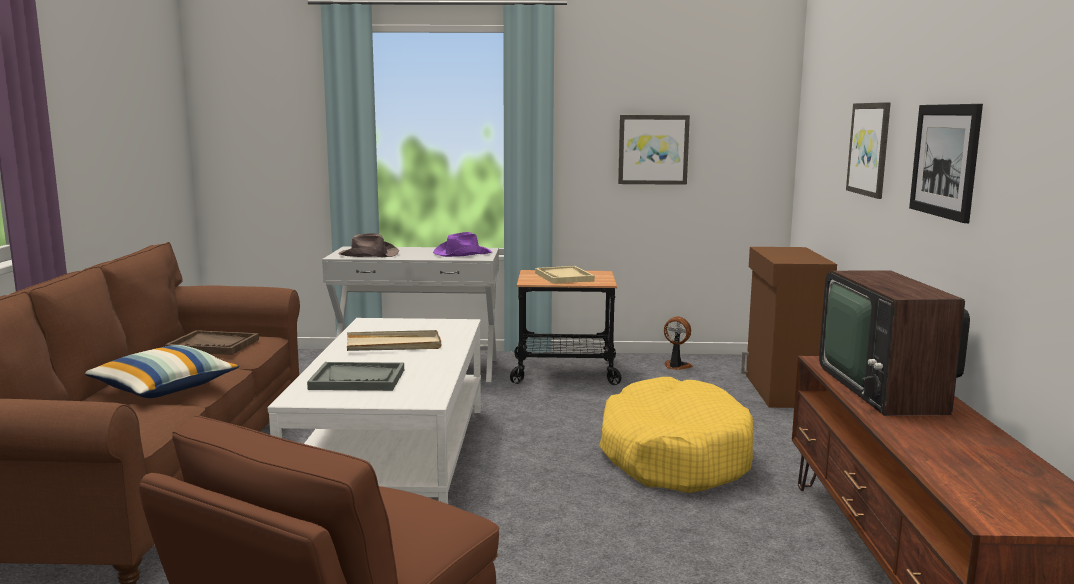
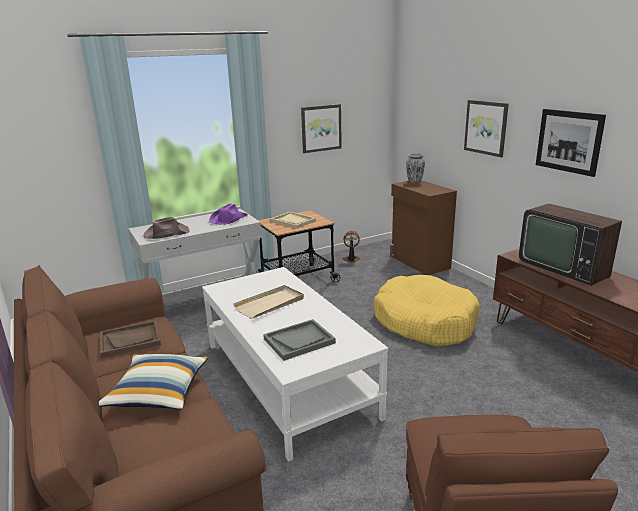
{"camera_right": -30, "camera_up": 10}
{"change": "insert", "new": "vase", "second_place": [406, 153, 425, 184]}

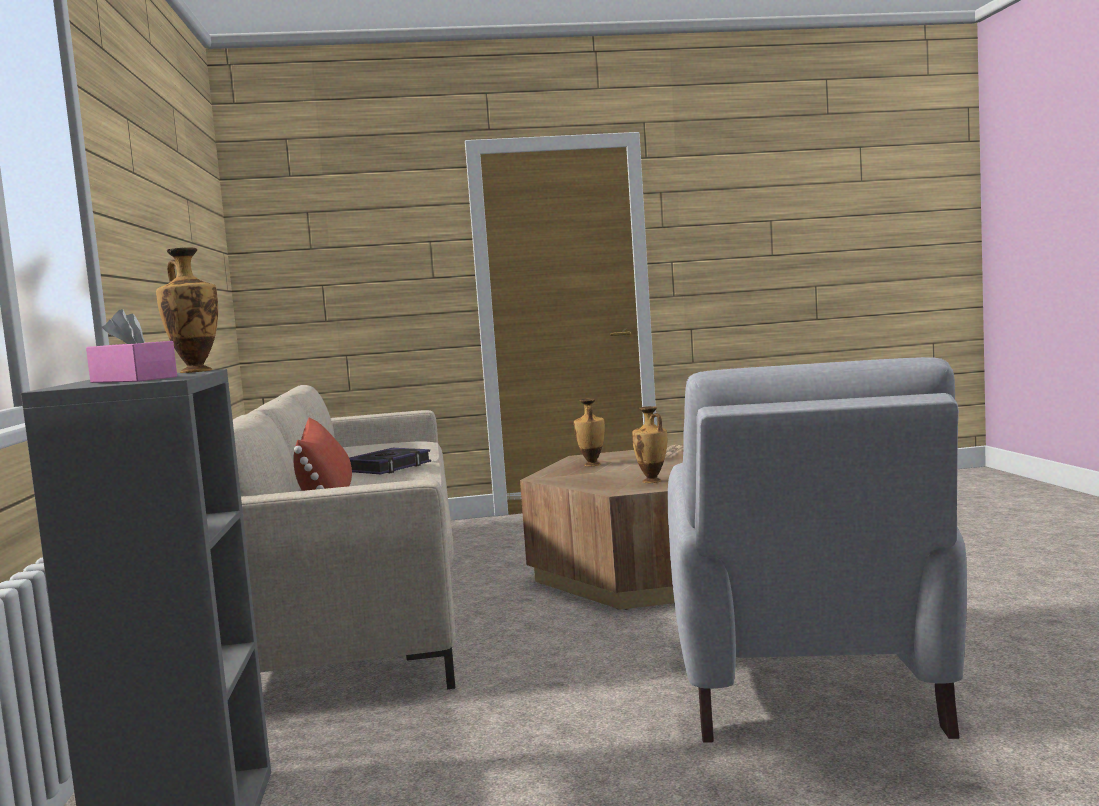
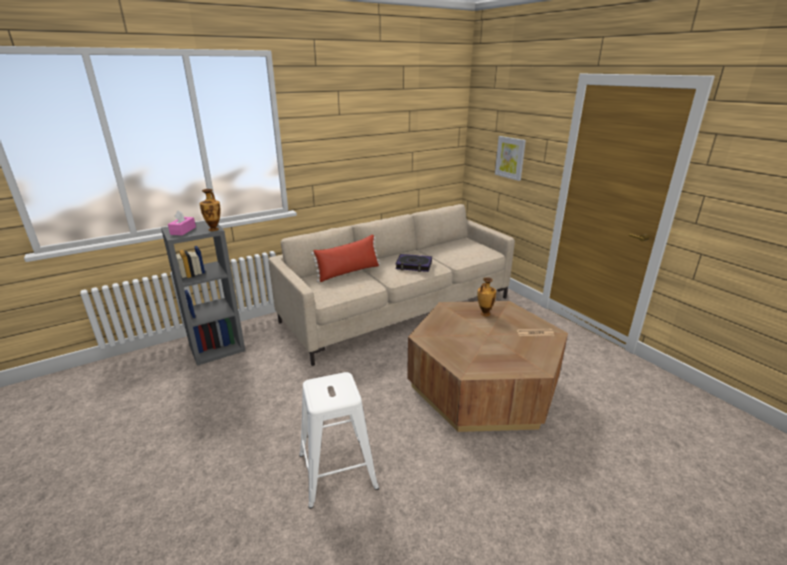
{"camera_right": 65, "camera_up": 20}
{"change": "delete", "old": "vase", "first_place": [632, 406, 667, 483]}
{"change": "insert", "new": "tableau", "second_place": [495, 136, 526, 181]}
{"change": "replace", "old": "fauteuil/gris", "new": "tabouret/blanc", "first_place": [668, 357, 967, 743], "second_place": [299, 372, 379, 509]}

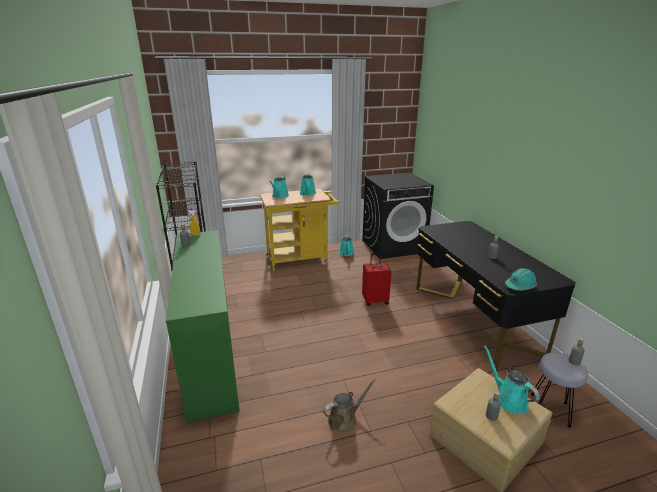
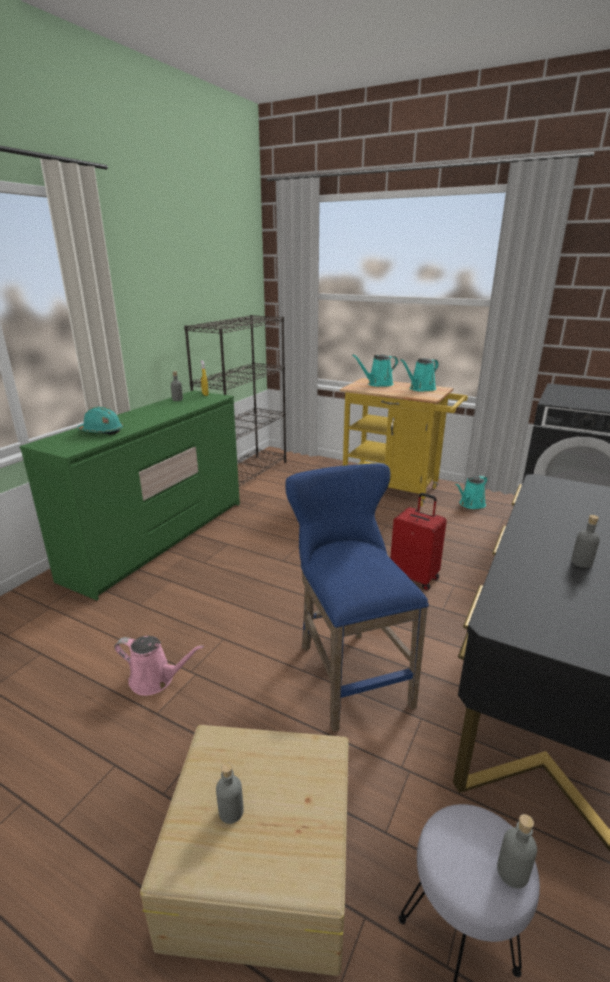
{"camera_right": 45, "camera_up": 0}
{"change": "delete", "old": "arrosoir/turquoise", "first_place": [484, 346, 540, 414]}
{"change": "insert", "new": "tabouret/bleu", "second_place": [285, 463, 429, 732]}
{"change": "move", "old": "casque de chantier/turquoise", "first_place": [505, 268, 537, 291], "second_place": [77, 407, 123, 435]}
{"change": "recolor", "old": "arrosoir/marron", "new": "arrosoir/rose", "first_place": [323, 378, 377, 432], "second_place": [114, 636, 204, 696]}

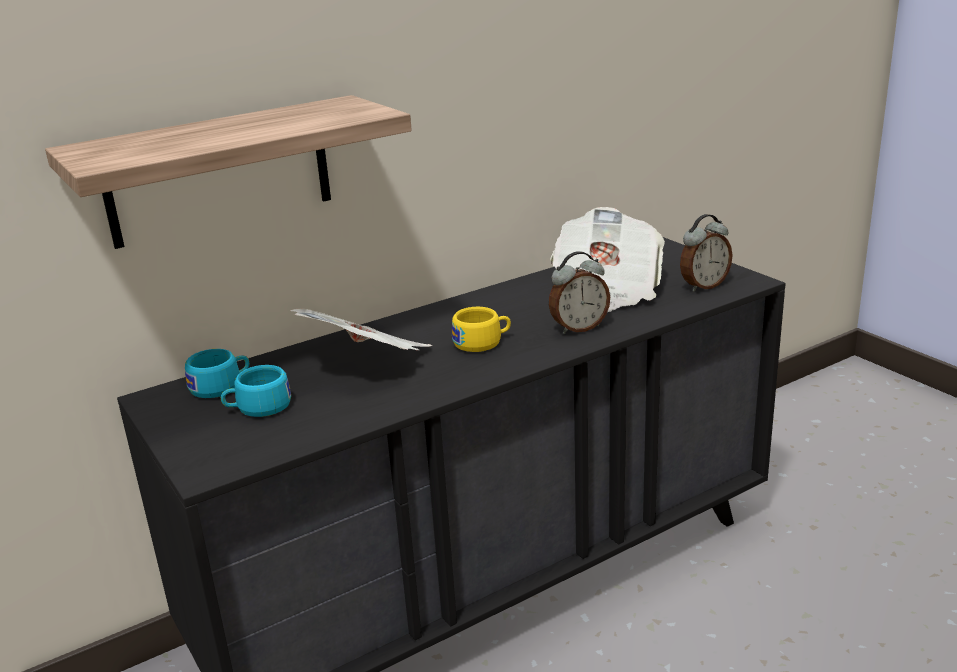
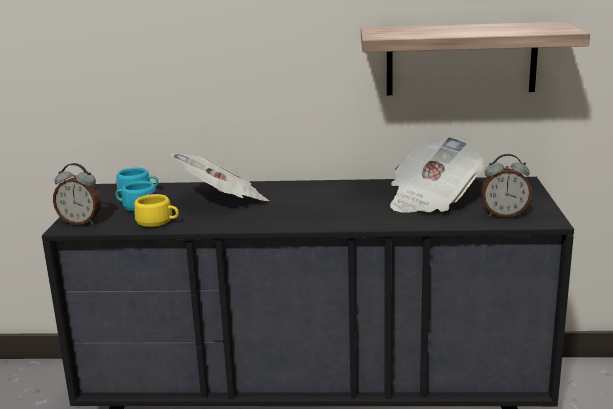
{"camera_right": 35, "camera_up": -5}
{"change": "move", "old": "étagère", "first_place": [45, 95, 412, 249], "second_place": [361, 22, 590, 95]}
{"change": "move", "old": "tasse/jaune", "first_place": [452, 307, 511, 352], "second_place": [134, 194, 179, 227]}
{"change": "move", "old": "réveil", "first_place": [549, 251, 610, 334], "second_place": [53, 163, 101, 225]}

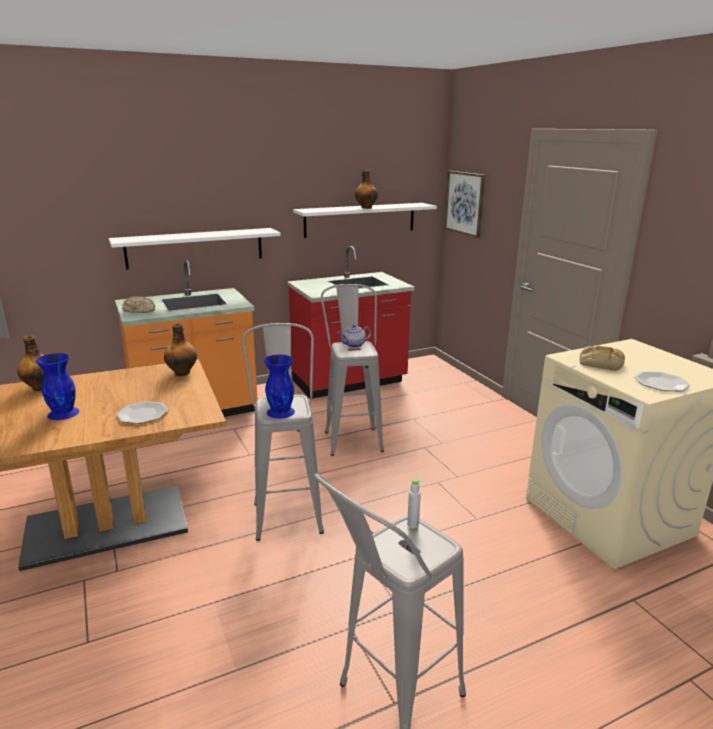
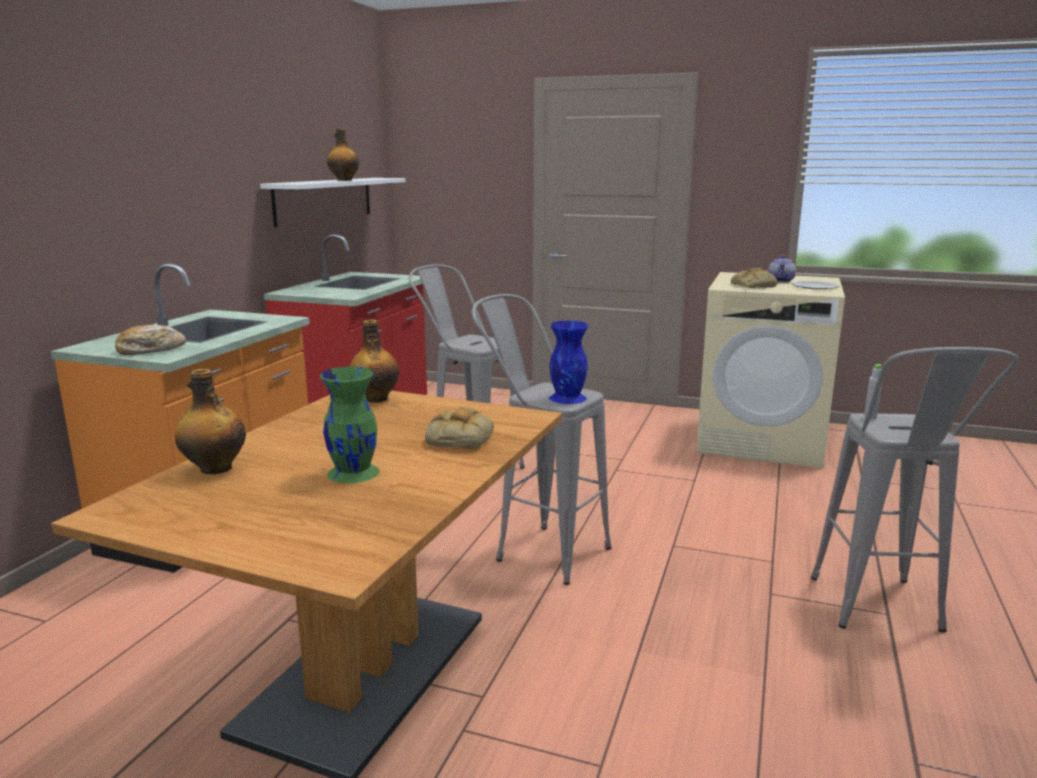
{"camera_right": -45, "camera_up": -5}
{"change": "delete", "old": "étagère/blanc", "first_place": [109, 228, 281, 270]}
{"change": "delete", "old": "tableau", "first_place": [444, 171, 485, 238]}
{"change": "move", "old": "théière", "first_place": [337, 324, 371, 348], "second_place": [768, 255, 796, 283]}
{"change": "replace", "old": "assiette", "new": "pain", "first_place": [116, 401, 168, 424], "second_place": [425, 407, 494, 450]}
{"change": "recolor", "old": "vase/bleu", "new": "vase/vert", "first_place": [36, 353, 79, 420], "second_place": [320, 366, 379, 483]}

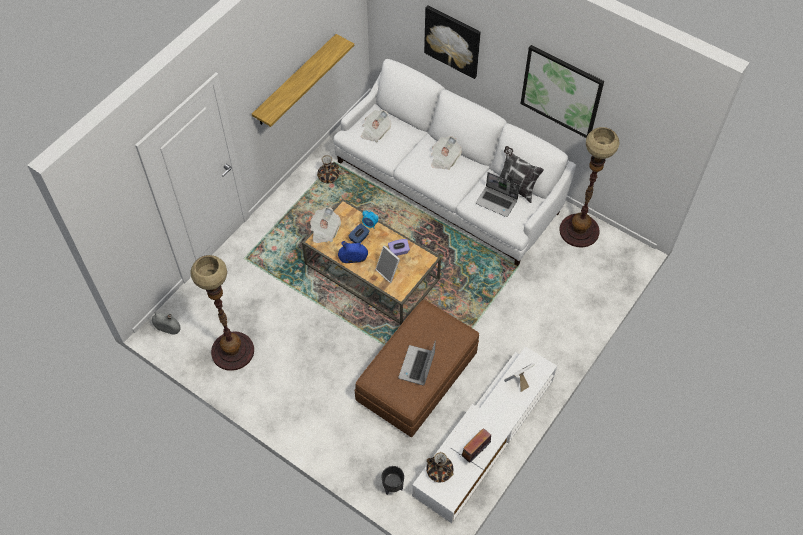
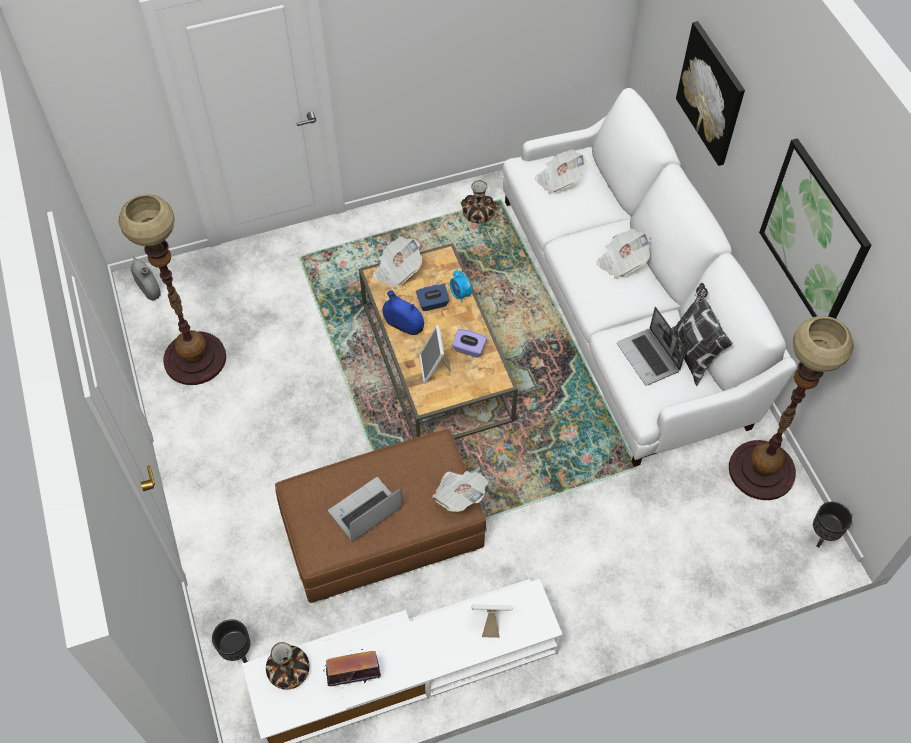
{"camera_right": 35, "camera_up": 0}
{"change": "delete", "old": "étagère", "first_place": [252, 34, 354, 127]}
{"change": "insert", "new": "journal", "second_place": [432, 471, 488, 512]}
{"change": "insert", "new": "cache-pot/noir", "second_place": [813, 502, 852, 547]}

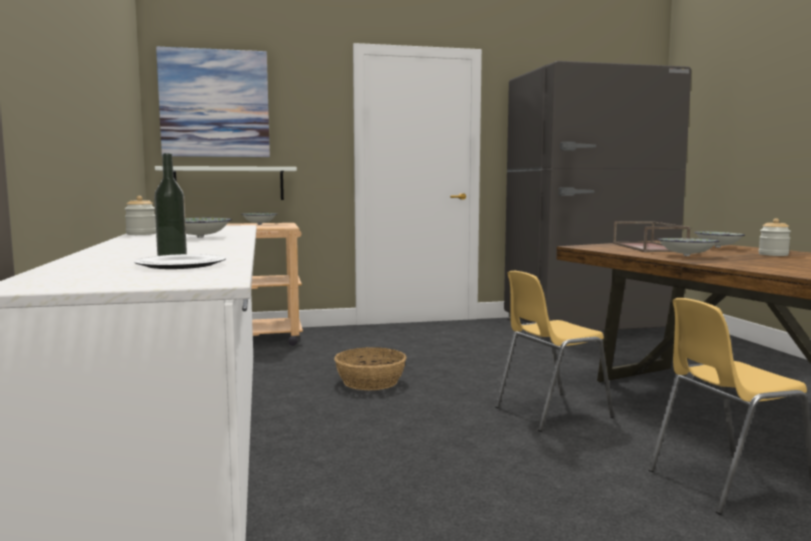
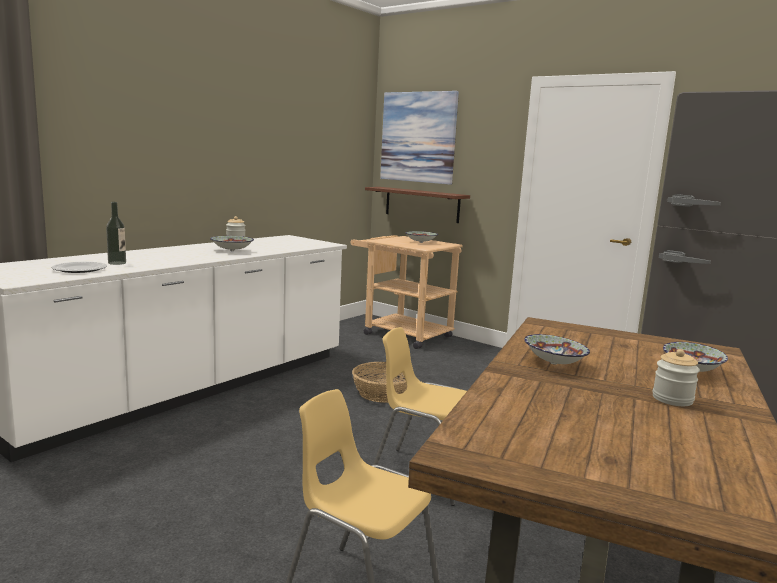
{"camera_right": 50, "camera_up": 5}
{"change": "delete", "old": "plateau/marron", "first_place": [613, 222, 690, 252]}
{"change": "recolor", "old": "étagère/blanc", "new": "étagère/marron", "first_place": [155, 166, 297, 200], "second_place": [365, 187, 470, 223]}

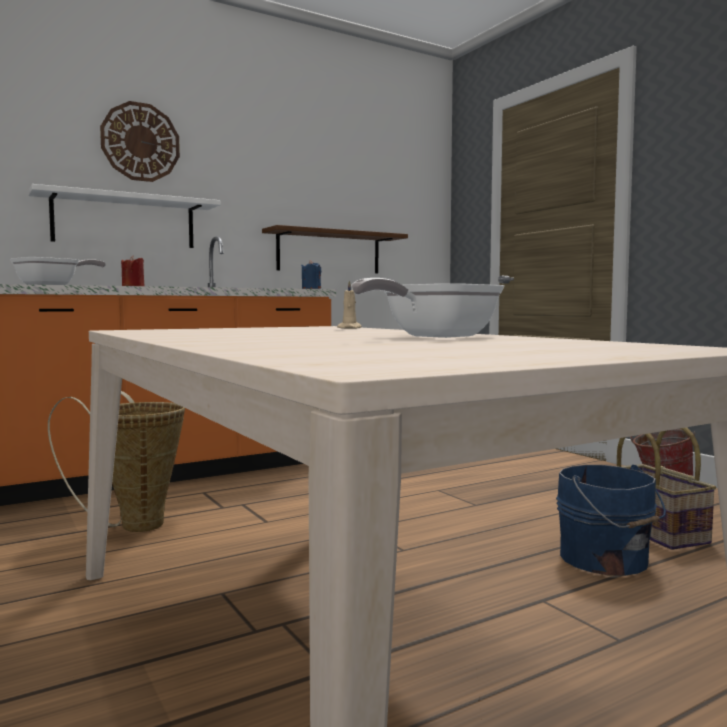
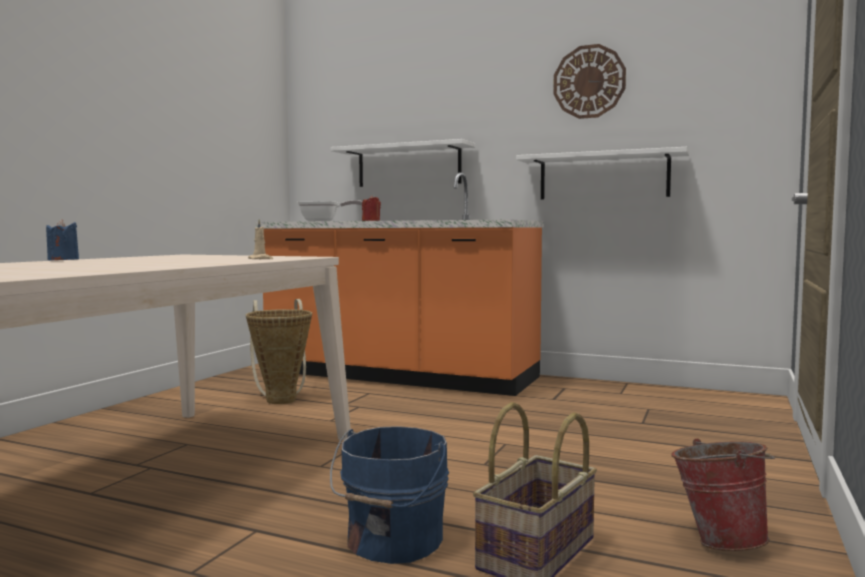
{"camera_right": 55, "camera_up": 0}
{"change": "delete", "old": "poêle", "first_place": [351, 278, 504, 338]}
{"change": "move", "old": "horloge murale", "first_place": [100, 101, 180, 182], "second_place": [553, 44, 626, 119]}
{"change": "move", "old": "bougie/bleu", "first_place": [301, 260, 321, 289], "second_place": [46, 219, 79, 260]}
{"change": "recolor", "old": "étagère/marron", "new": "étagère/blanc", "first_place": [262, 225, 408, 273], "second_place": [516, 147, 689, 199]}

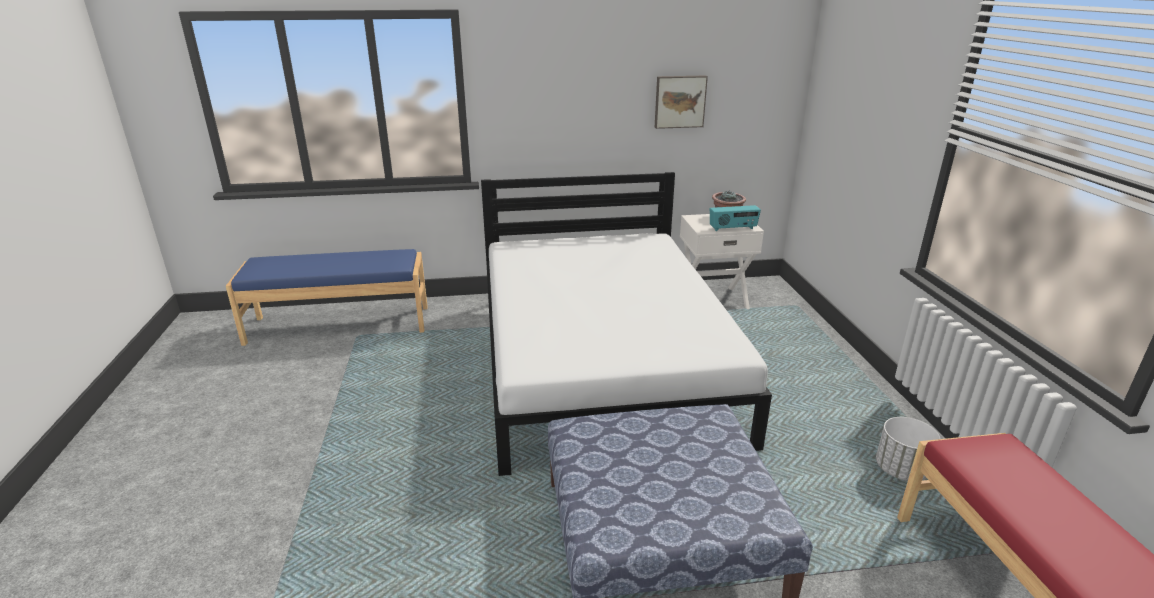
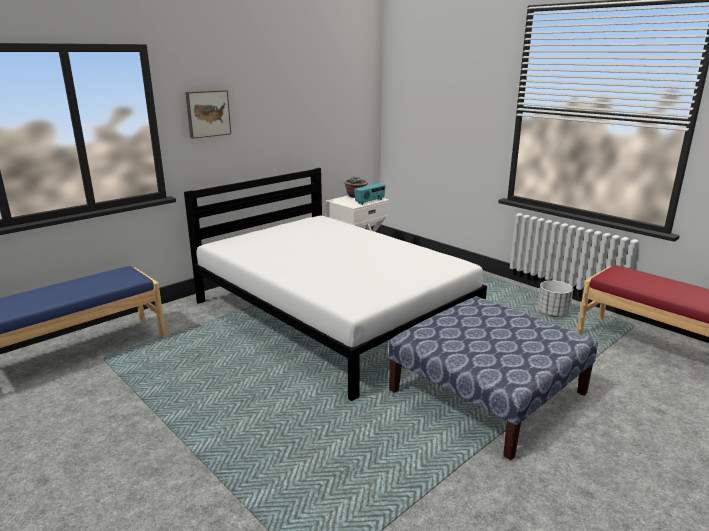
{"camera_right": -35, "camera_up": -5}
{"change": "move", "old": "tableau", "first_place": [655, 75, 708, 129], "second_place": [185, 90, 231, 138]}

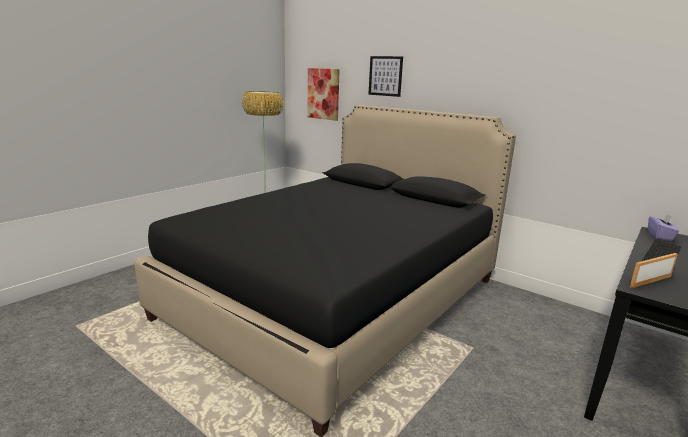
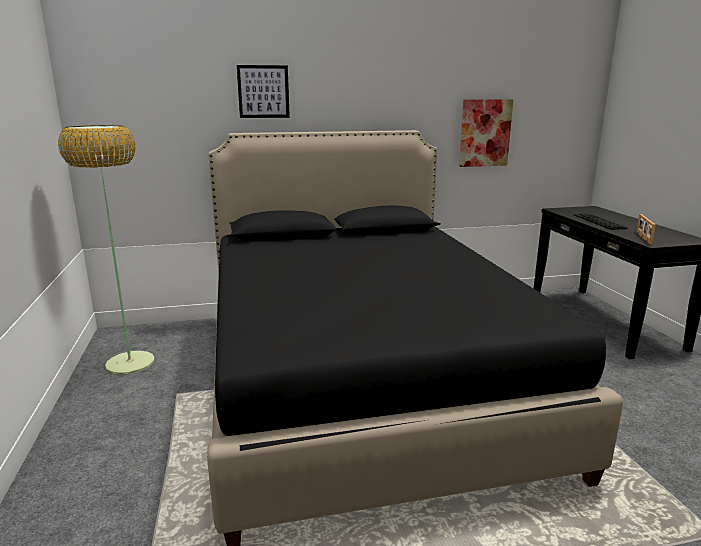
{"camera_right": -50, "camera_up": 0}
{"change": "delete", "old": "boîte à mouchoirs/violet", "first_place": [648, 213, 679, 241]}
{"change": "move", "old": "tableau", "first_place": [308, 68, 340, 121], "second_place": [459, 99, 513, 167]}

